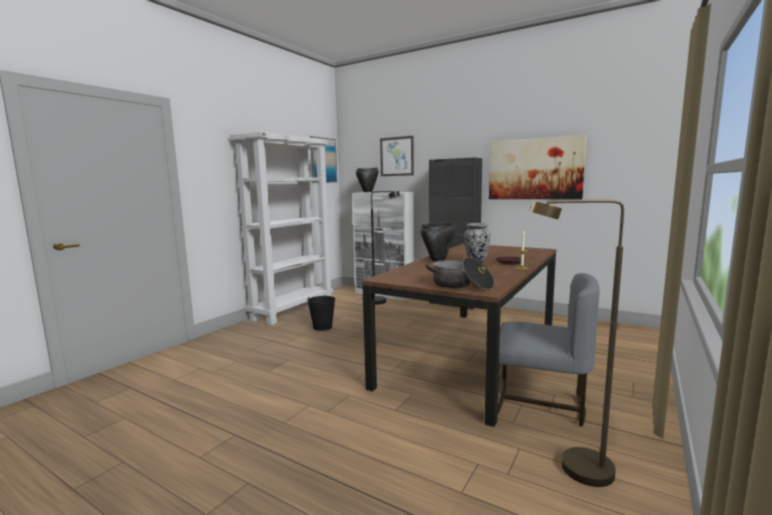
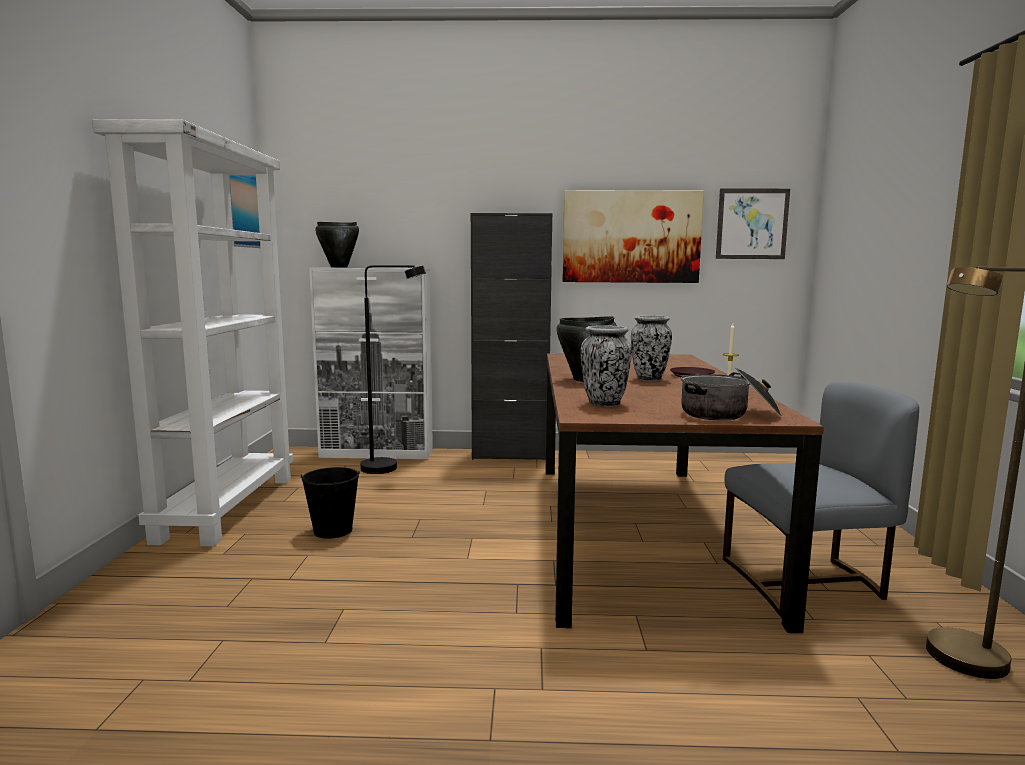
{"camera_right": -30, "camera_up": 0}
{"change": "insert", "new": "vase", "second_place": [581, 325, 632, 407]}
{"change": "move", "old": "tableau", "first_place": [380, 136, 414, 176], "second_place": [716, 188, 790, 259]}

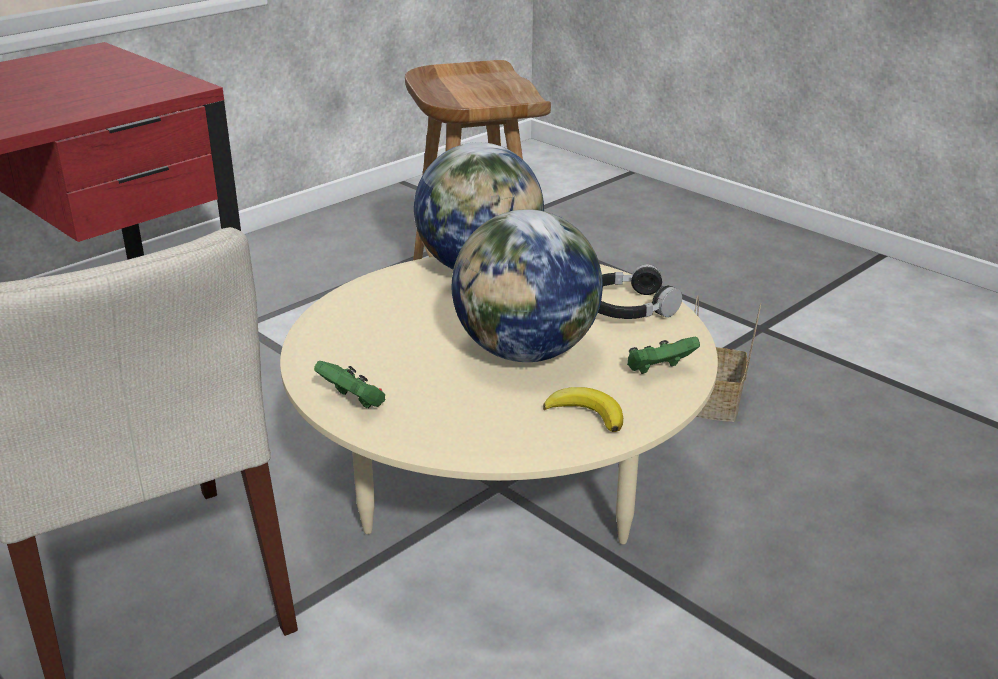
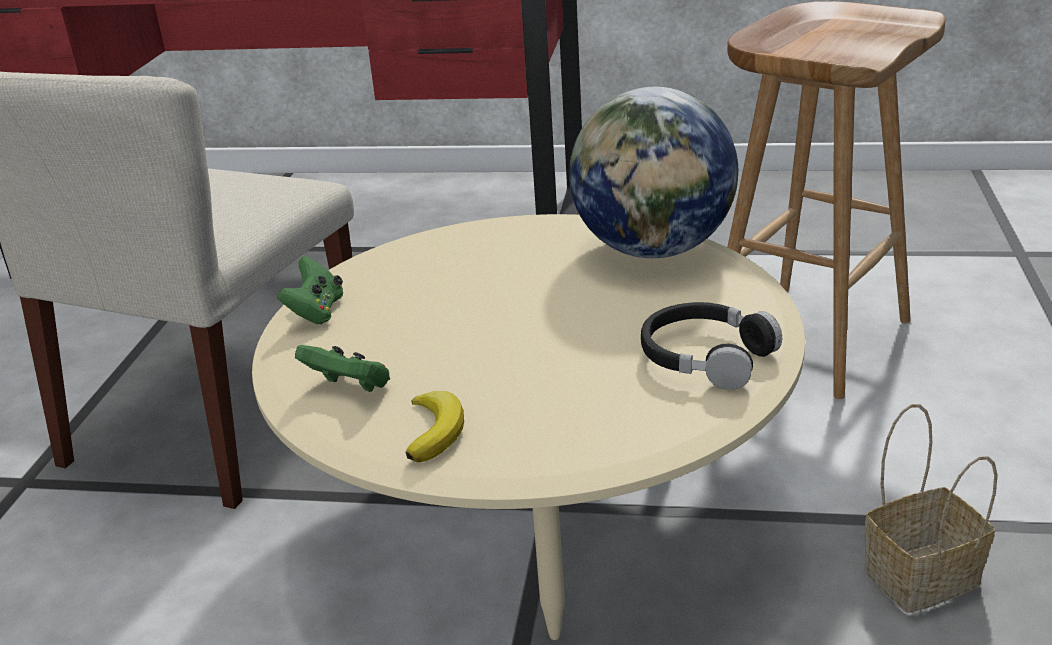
{"camera_right": 55, "camera_up": 0}
{"change": "delete", "old": "globe", "first_place": [452, 209, 603, 362]}
{"change": "move", "old": "manette/vert", "first_place": [627, 337, 700, 374], "second_place": [295, 345, 390, 392]}

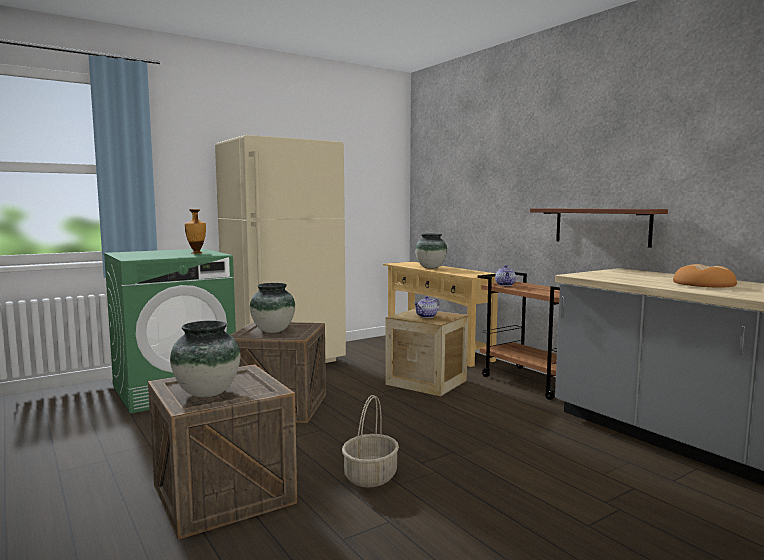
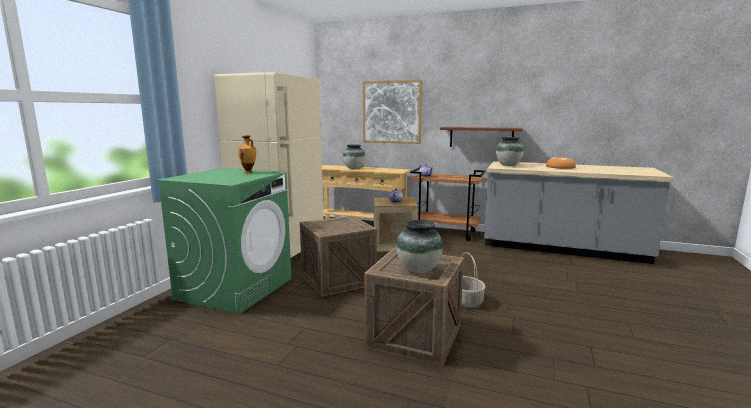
{"camera_right": -35, "camera_up": 5}
{"change": "insert", "new": "tableau", "second_place": [363, 80, 422, 144]}
{"change": "move", "old": "vase", "first_place": [250, 283, 295, 333], "second_place": [496, 137, 524, 166]}

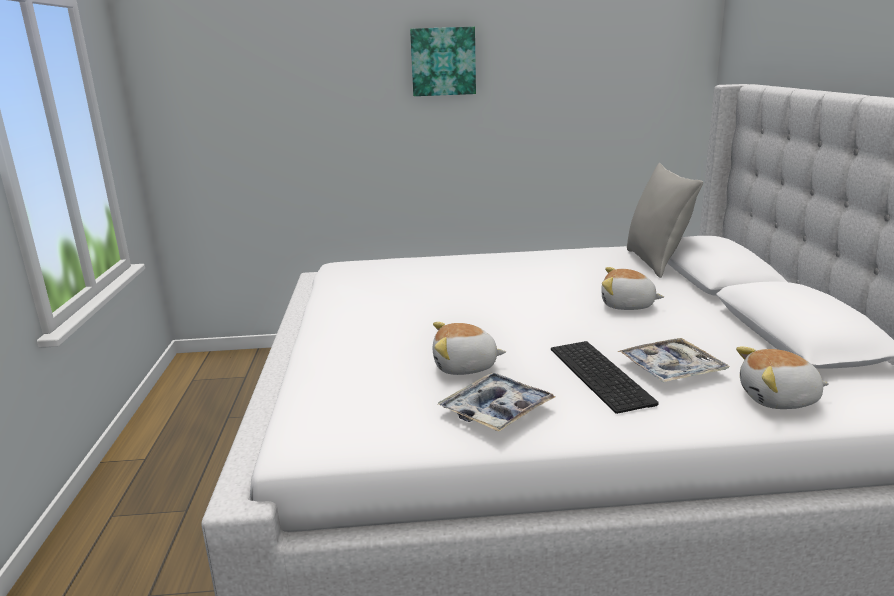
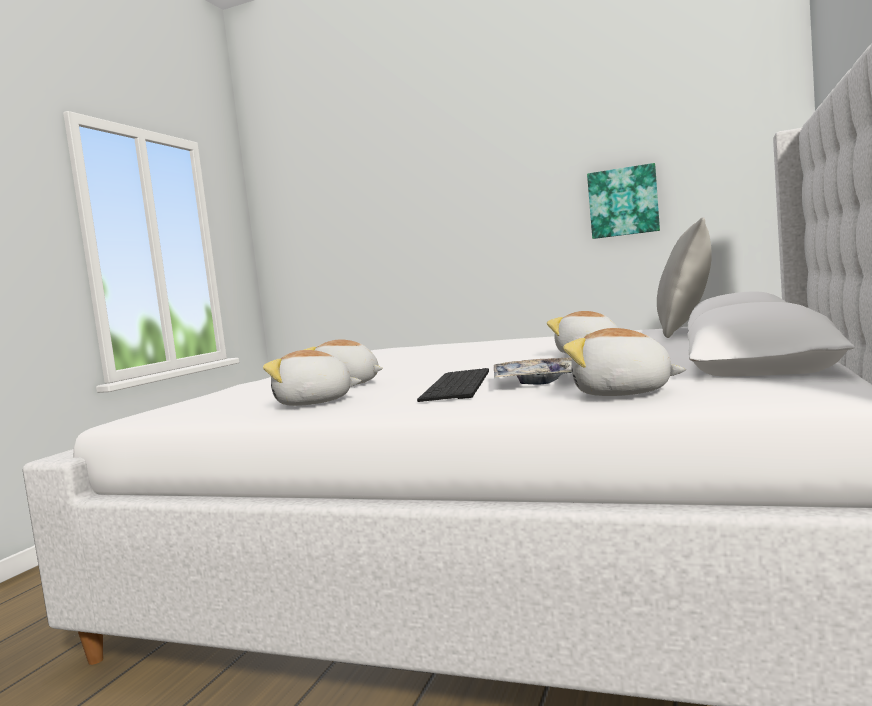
{"camera_right": 25, "camera_up": -15}
{"change": "move", "old": "tableau", "first_place": [410, 27, 476, 96], "second_place": [587, 163, 660, 239]}
{"change": "replace", "old": "plateau", "new": "peluche", "first_place": [438, 373, 556, 432], "second_place": [263, 350, 362, 406]}

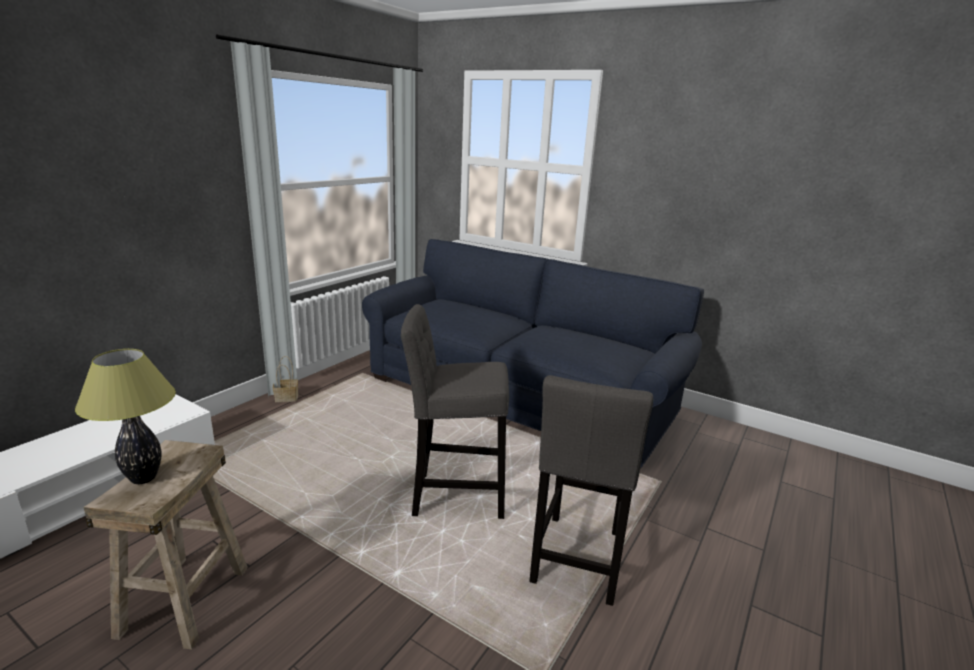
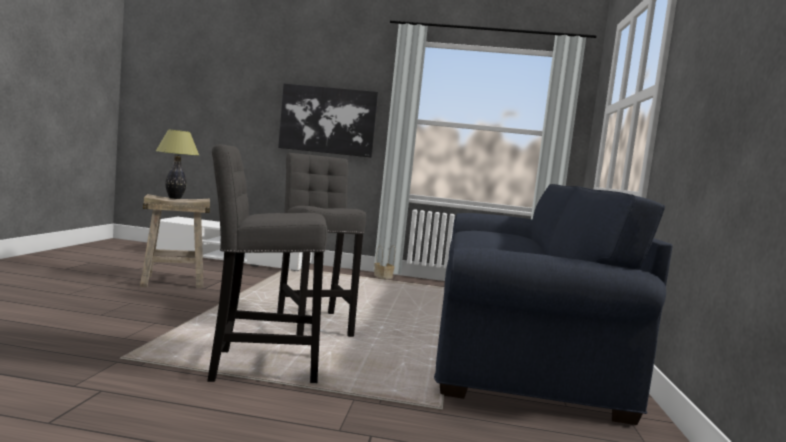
{"camera_right": 65, "camera_up": -15}
{"change": "insert", "new": "tableau", "second_place": [278, 84, 378, 158]}

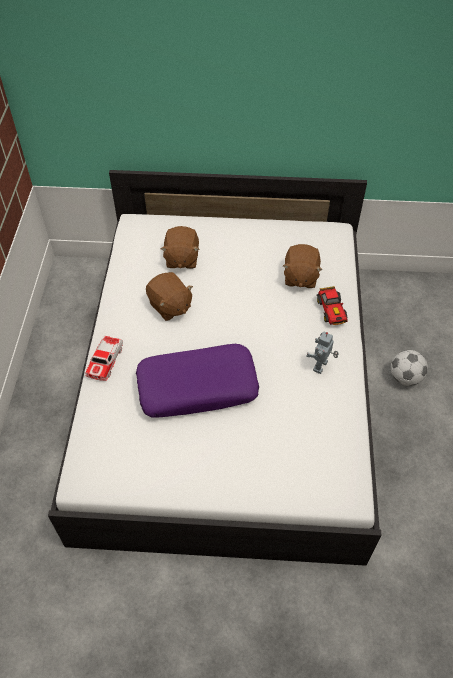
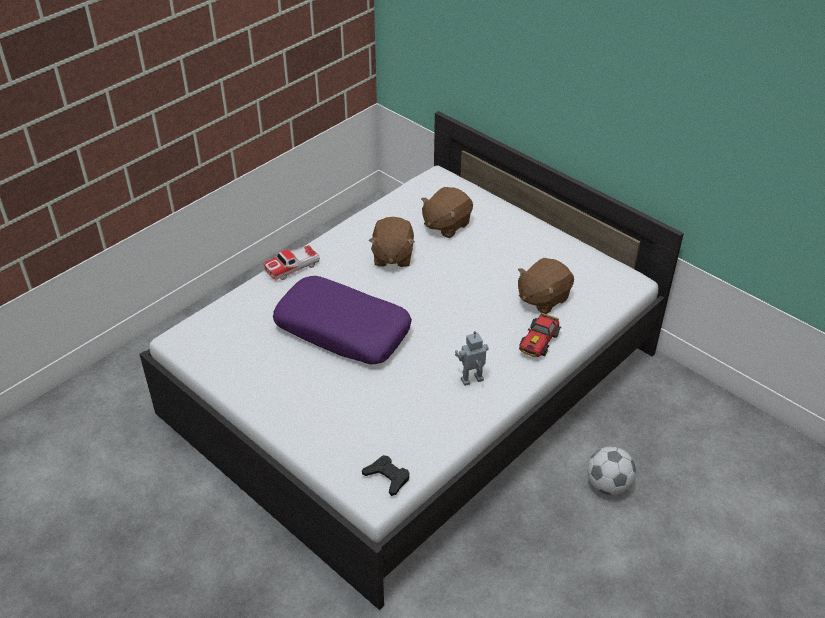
{"camera_right": 40, "camera_up": -10}
{"change": "insert", "new": "manette/noir", "second_place": [362, 455, 410, 496]}

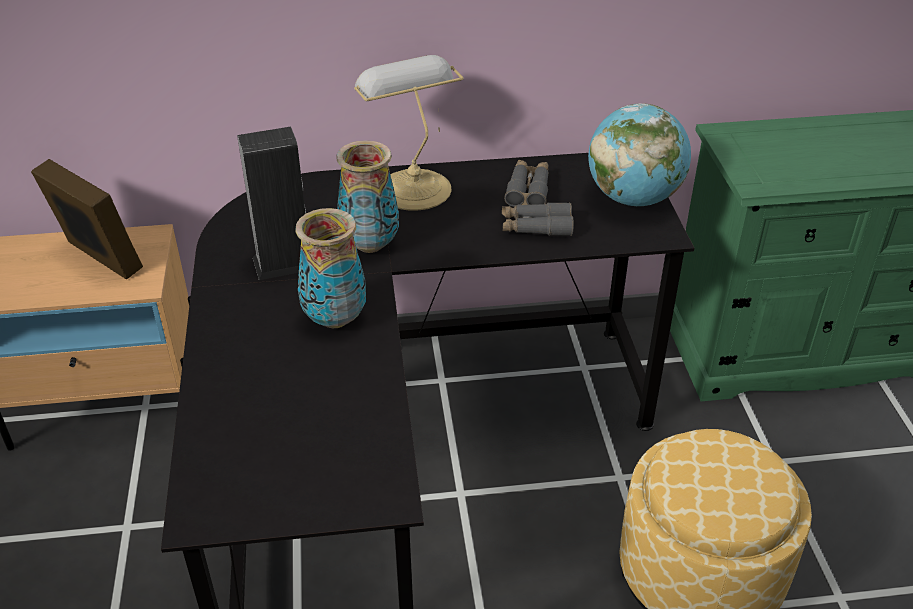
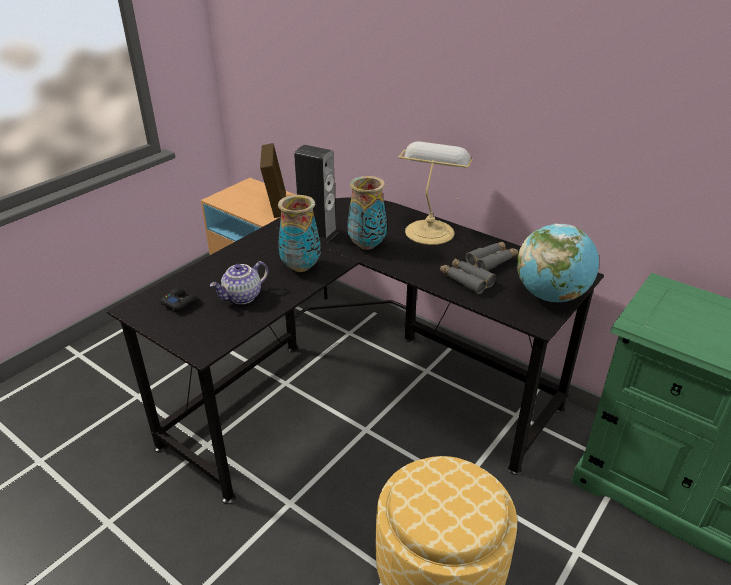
{"camera_right": 45, "camera_up": -5}
{"change": "insert", "new": "manette/noir", "second_place": [160, 288, 199, 311]}
{"change": "insert", "new": "théière", "second_place": [210, 261, 268, 304]}

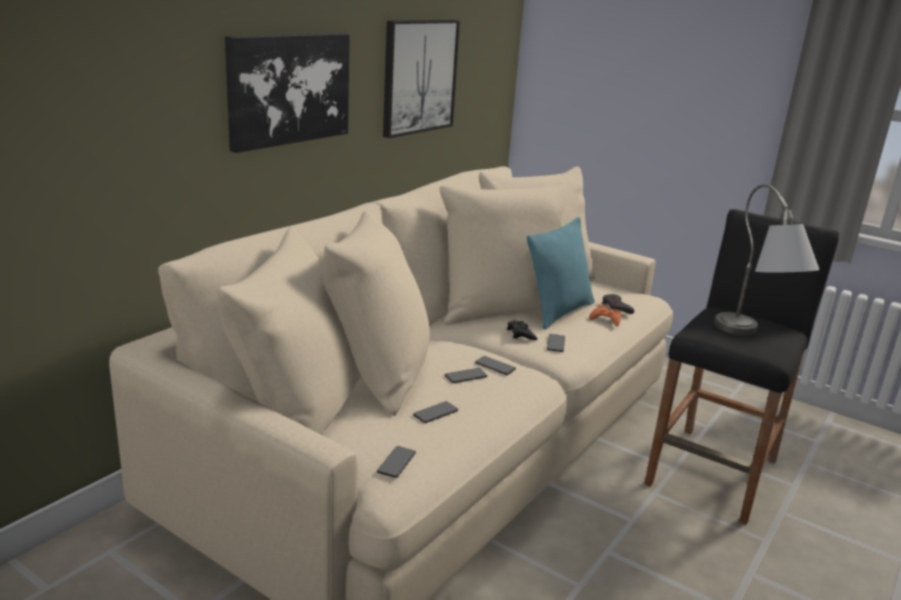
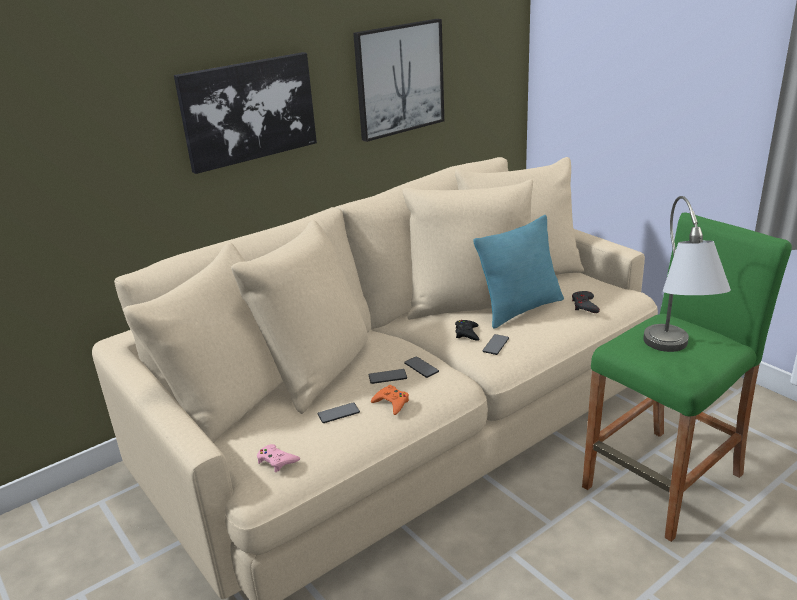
{"camera_right": 20, "camera_up": 5}
{"change": "move", "old": "manette/orange", "first_place": [589, 305, 621, 326], "second_place": [371, 385, 409, 415]}
{"change": "replace", "old": "téléphone", "new": "manette/rose", "first_place": [377, 446, 416, 478], "second_place": [257, 444, 300, 472]}
{"change": "recolor", "old": "tabouret/noir", "new": "tabouret/vert", "first_place": [644, 209, 839, 525], "second_place": [582, 212, 792, 542]}

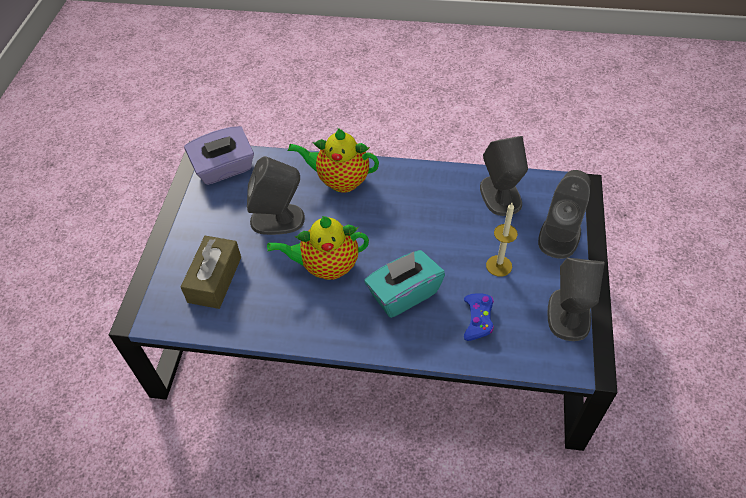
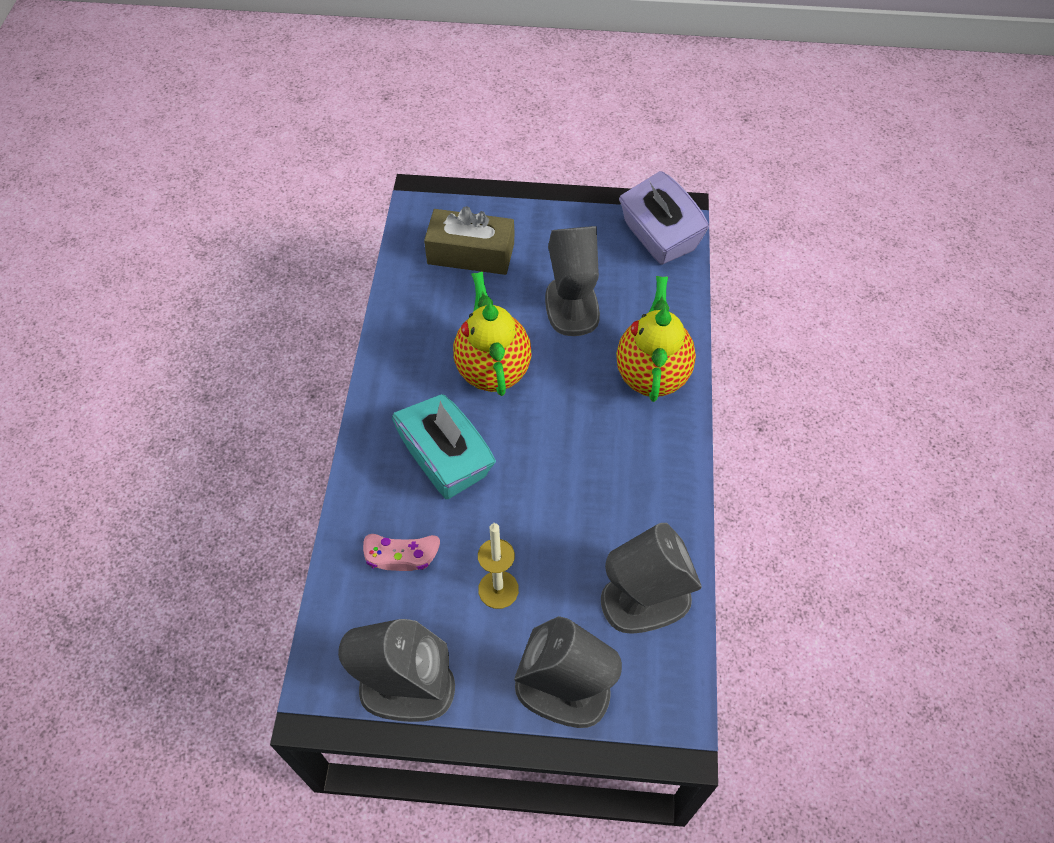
{"camera_right": 85, "camera_up": 5}
{"change": "recolor", "old": "manette/bleu", "new": "manette/rose", "first_place": [464, 293, 494, 341], "second_place": [363, 534, 440, 571]}

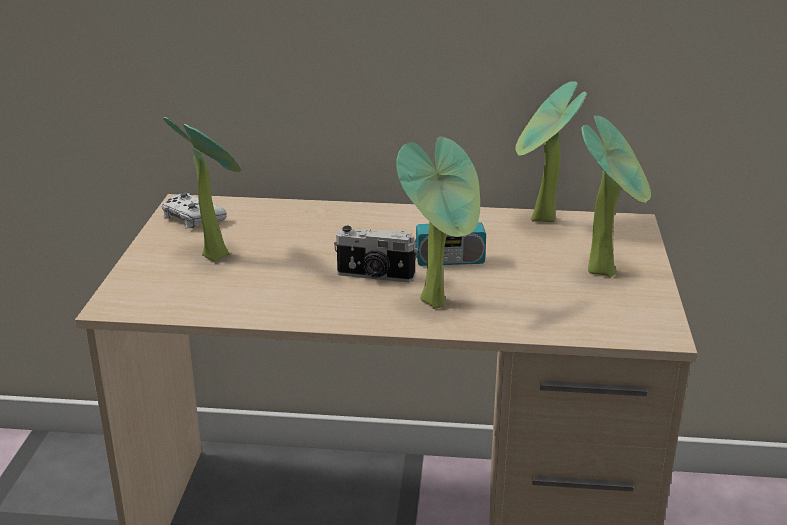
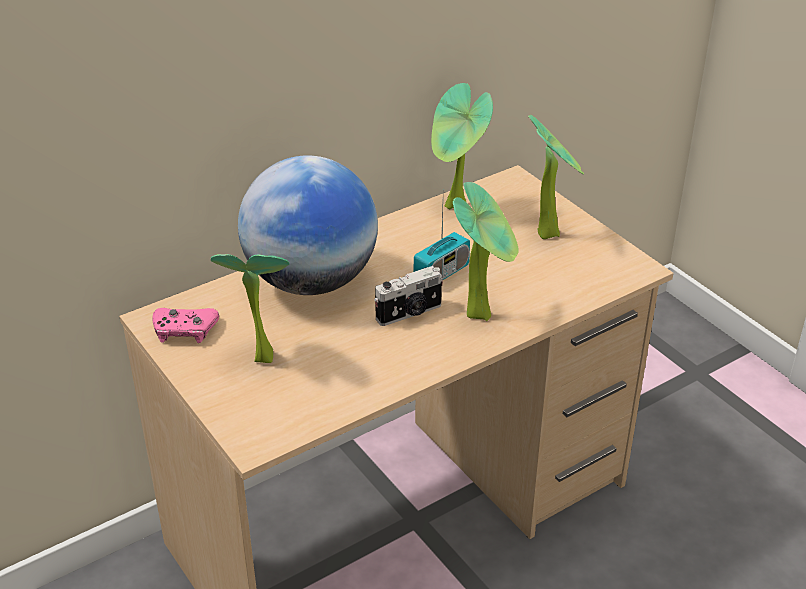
{"camera_right": -40, "camera_up": 10}
{"change": "insert", "new": "globe", "second_place": [238, 155, 378, 295]}
{"change": "recolor", "old": "manette/blanc", "new": "manette/rose", "first_place": [162, 192, 227, 229], "second_place": [152, 308, 219, 343]}

